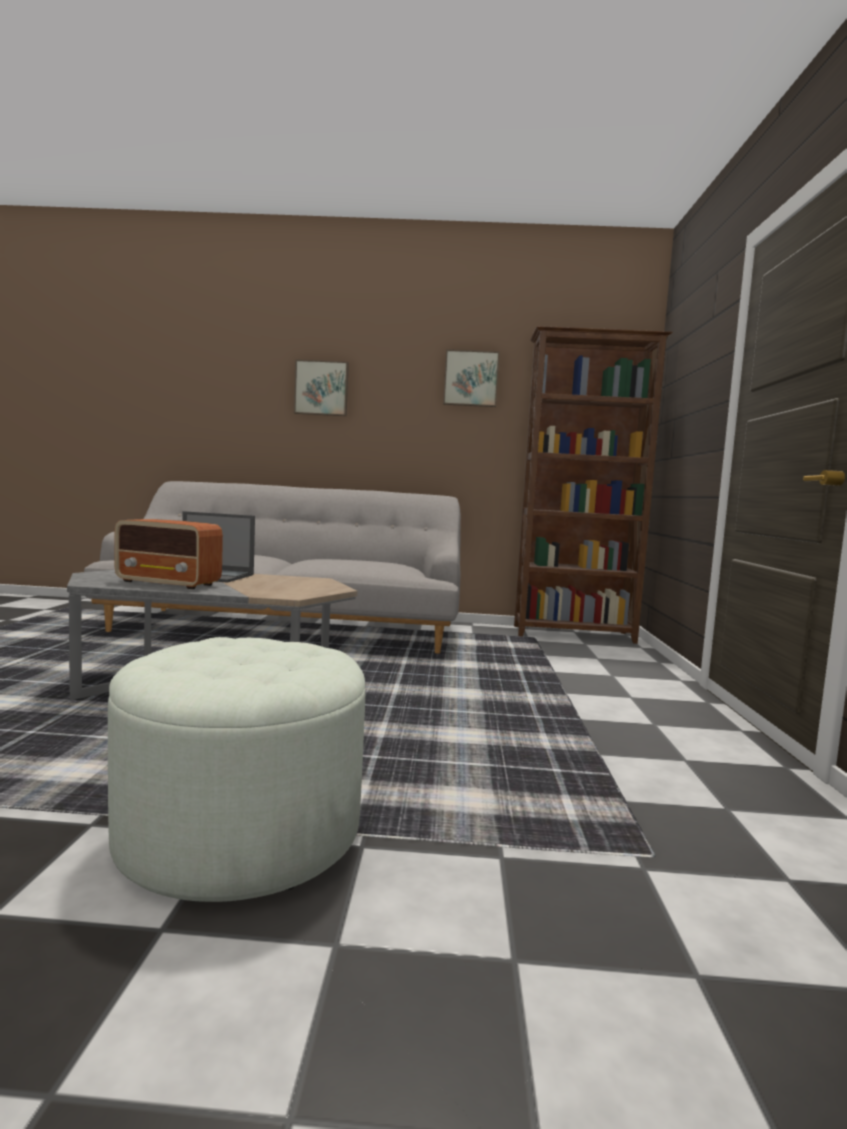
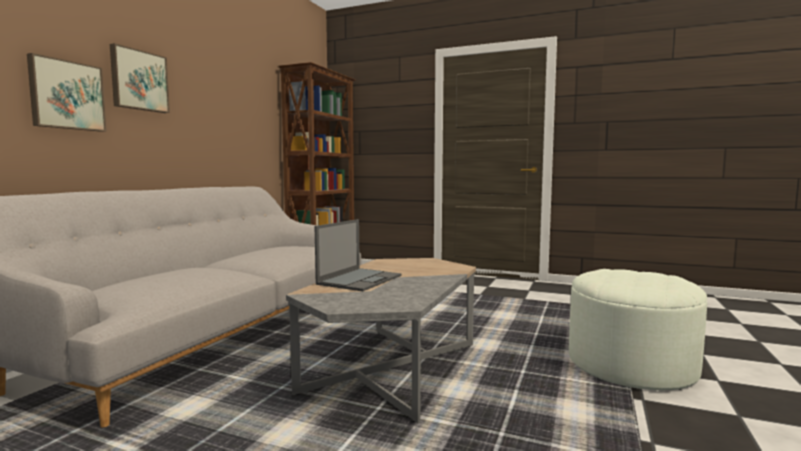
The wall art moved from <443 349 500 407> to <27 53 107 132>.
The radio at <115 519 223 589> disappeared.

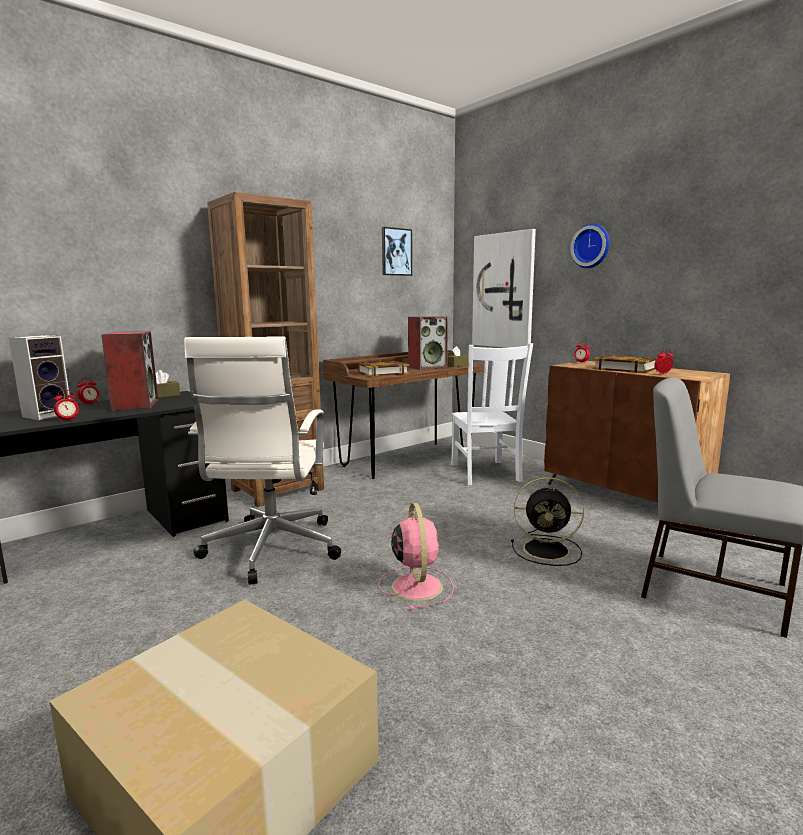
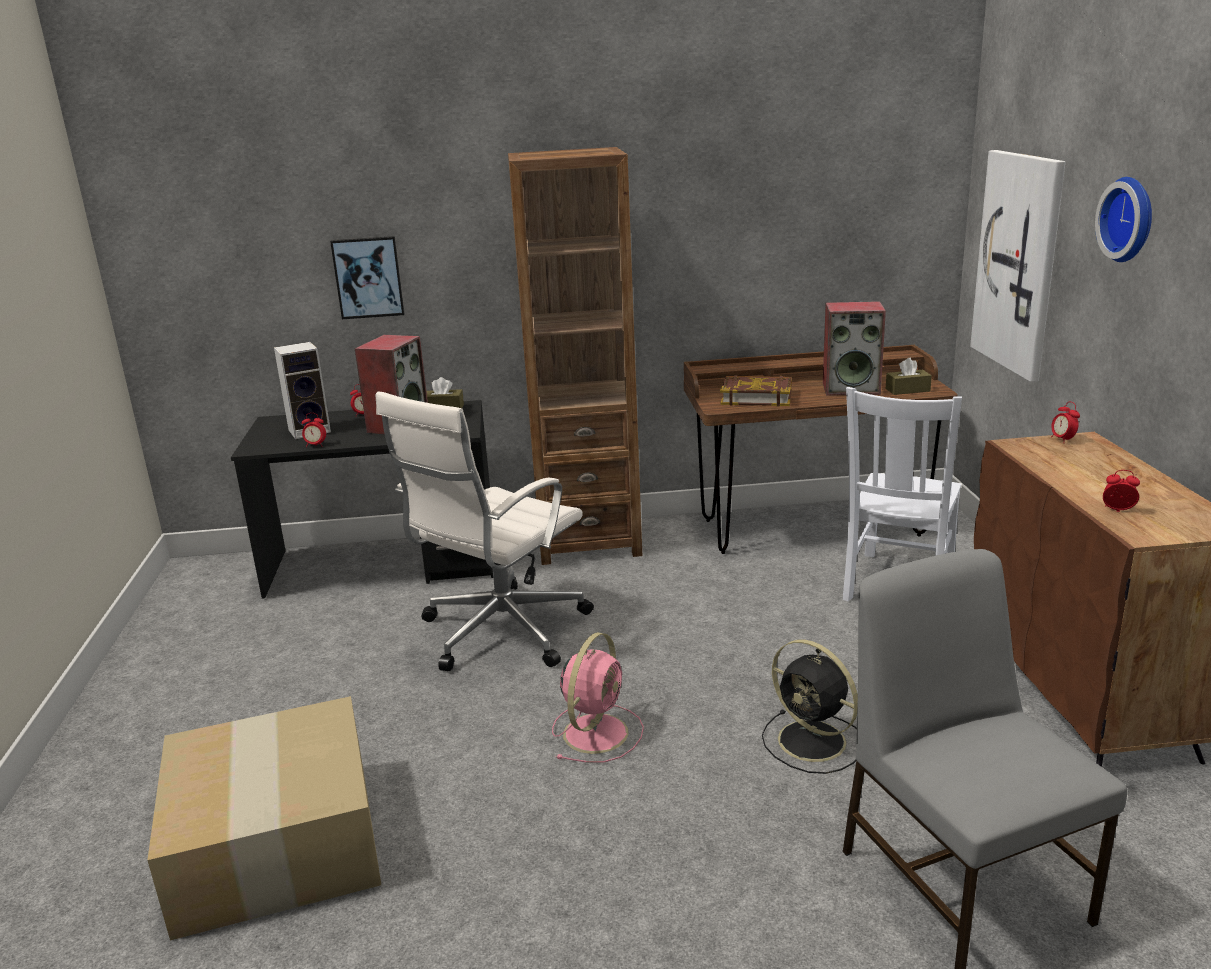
The wall art moved from <382 227 412 276> to <330 236 405 319>.
The book at <593 355 657 373> disappeared.

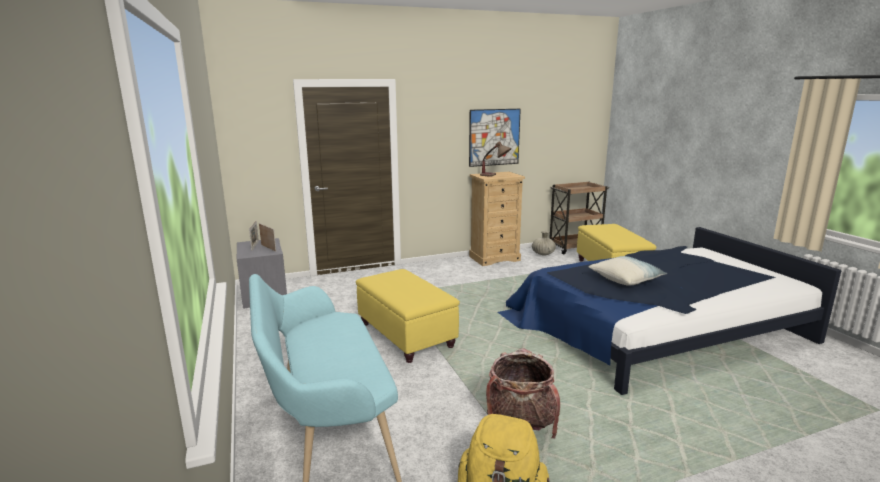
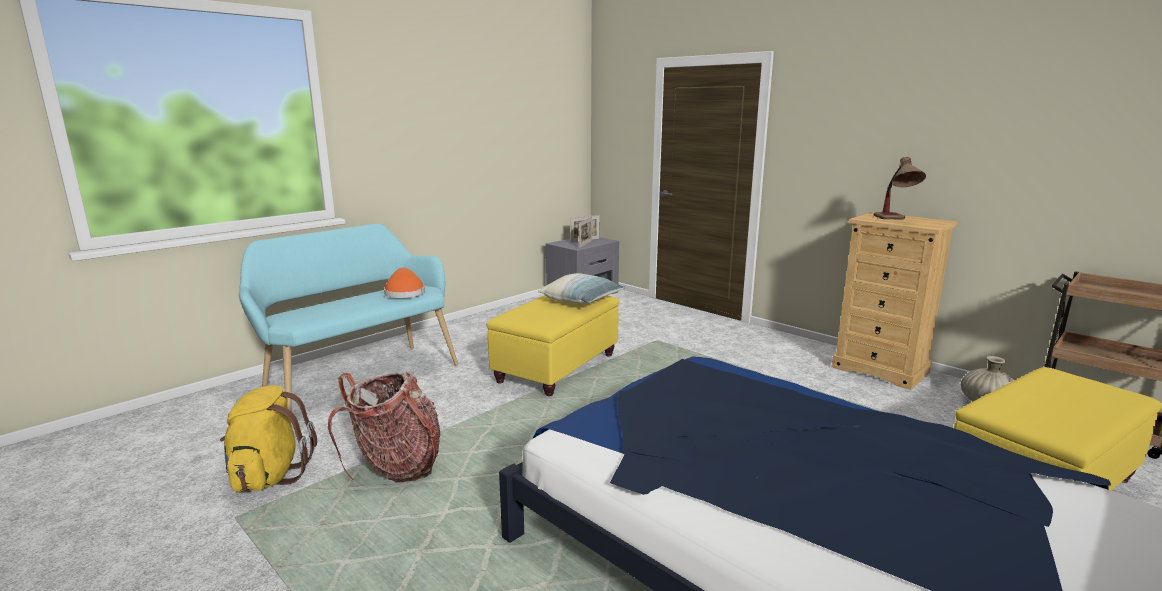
The wall art at <469 109 521 167> disappeared.
The pillow moved from <588 256 667 286> to <538 273 625 304>.
The orange-coloured clothing hat at <384 268 425 298> appeared.

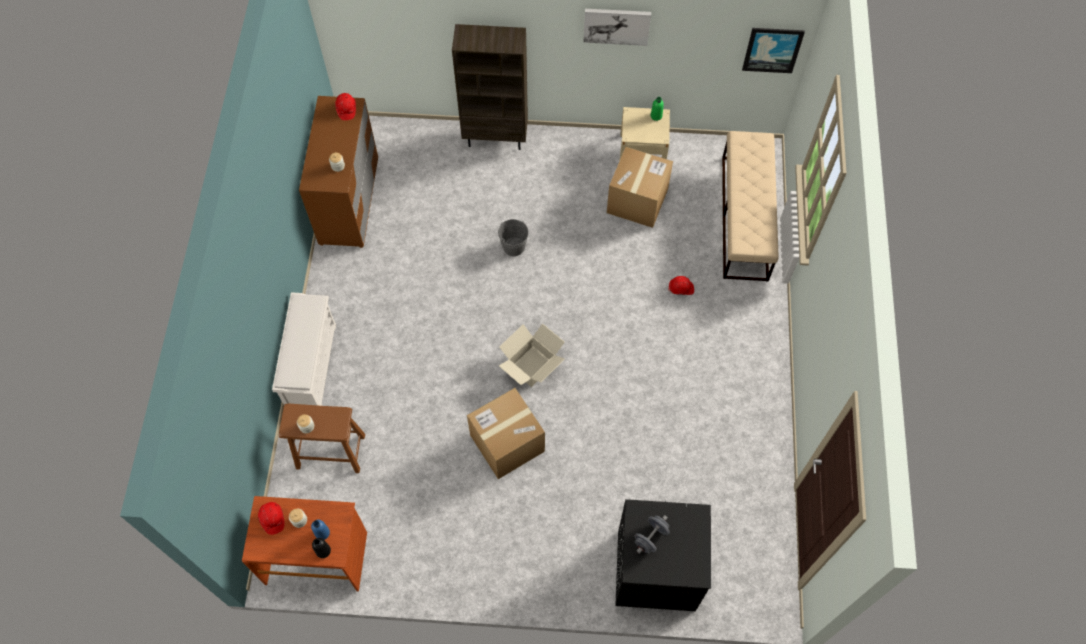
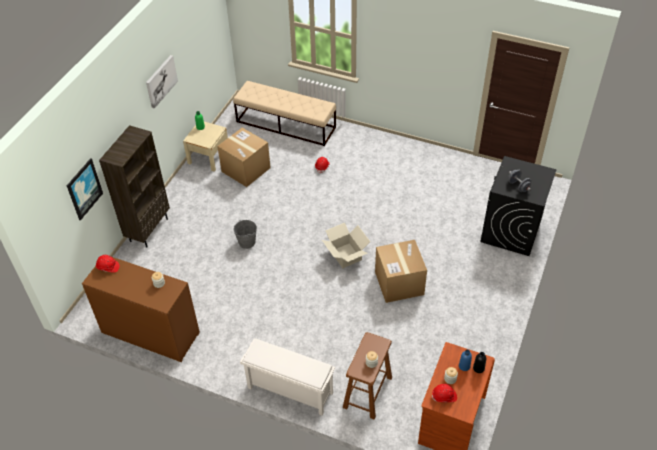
The wall art moved from <742 28 805 73> to <67 158 103 221>.

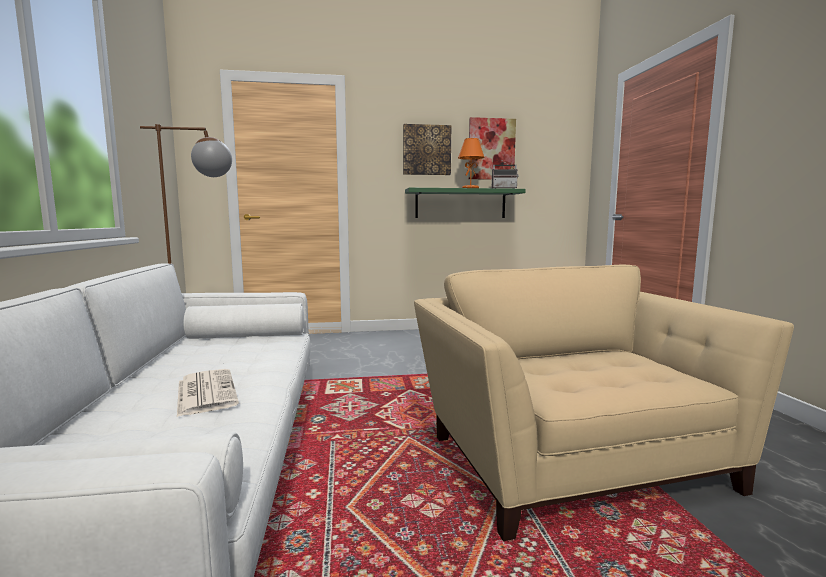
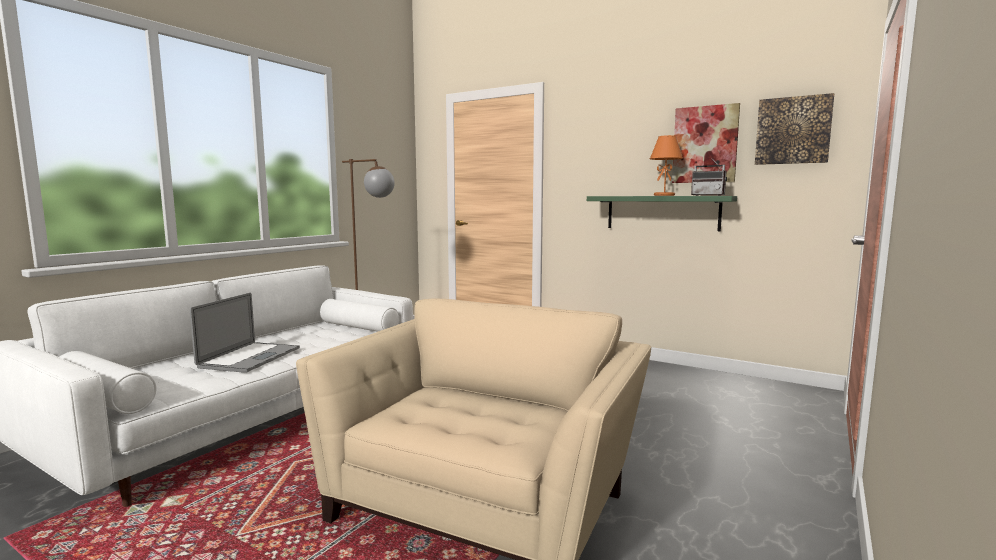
The wall art moved from <403 124 451 175> to <755 93 834 165>.
The daily paper at <177 369 239 417> was replaced by the notebook computer at <190 292 300 373>.

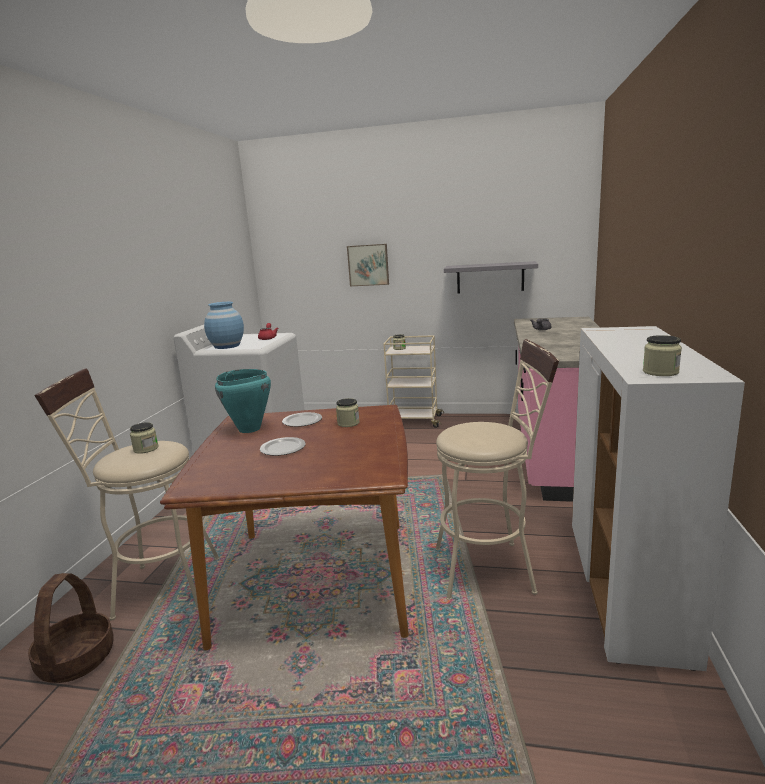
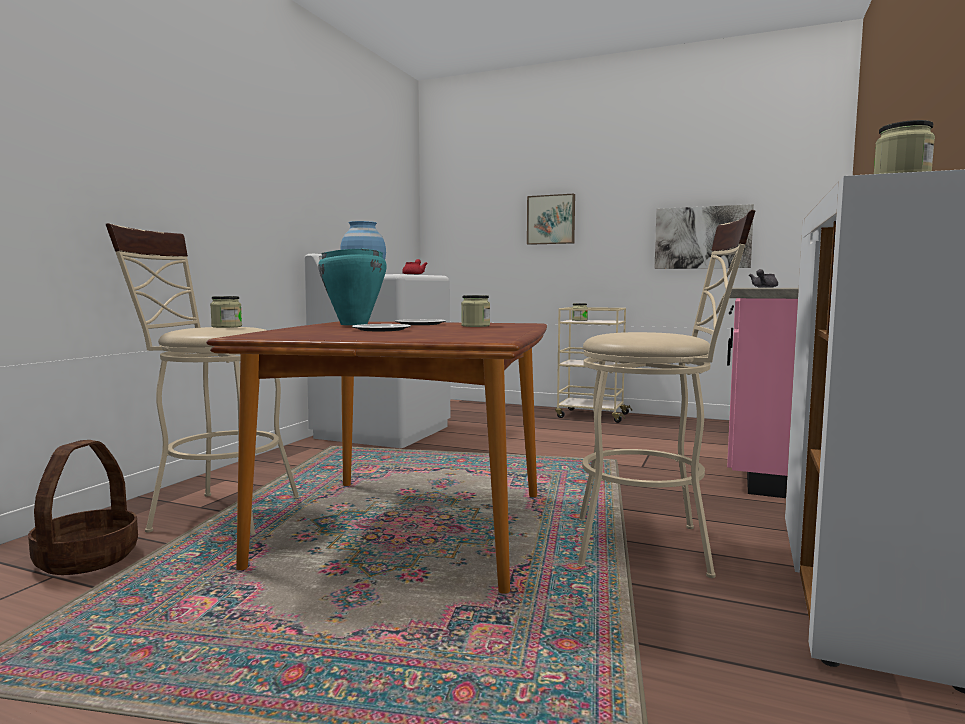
The grey wall shelf at <444 261 538 294> was replaced by the wall art at <655 204 754 269>.

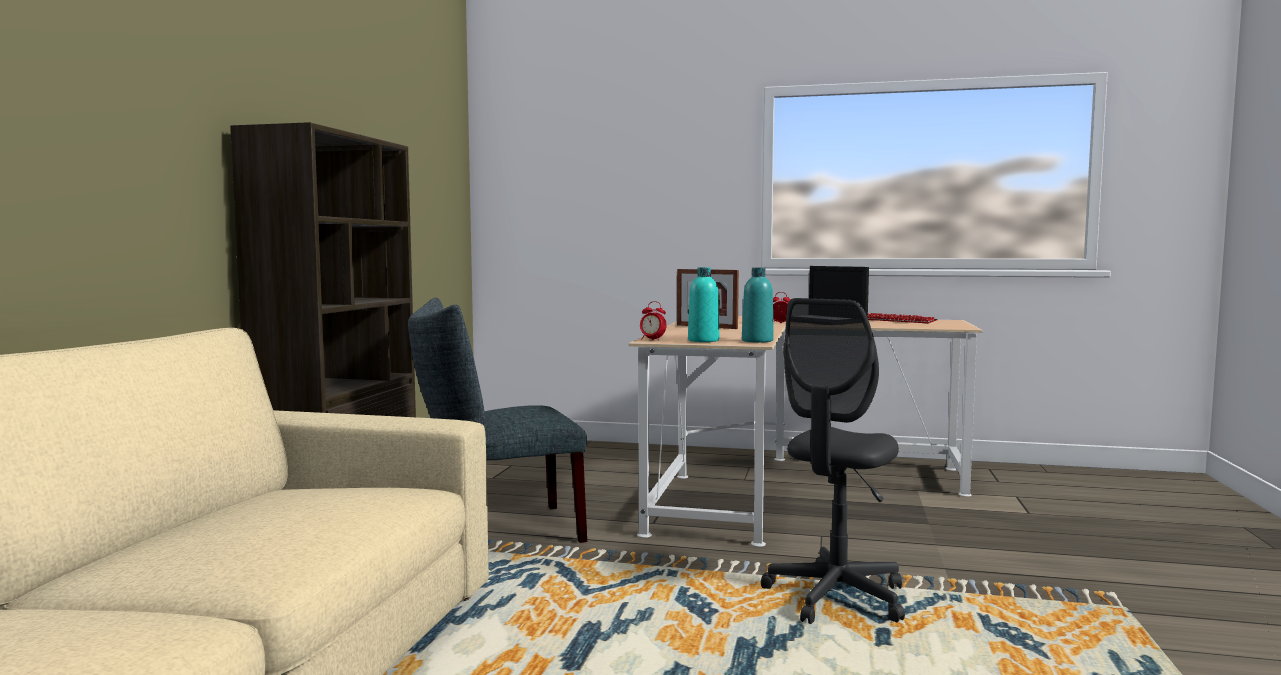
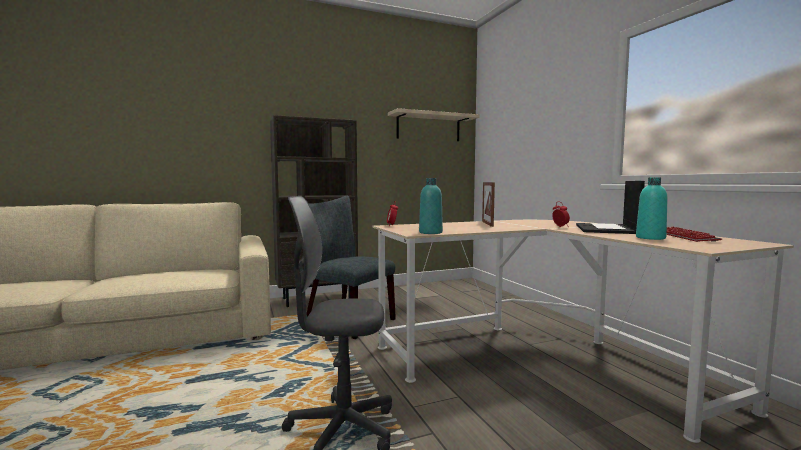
The turquoise drink bottle moved from <688 267 719 342> to <636 177 668 240>.
The sand-coloured wall shelf at <388 108 480 141> appeared.

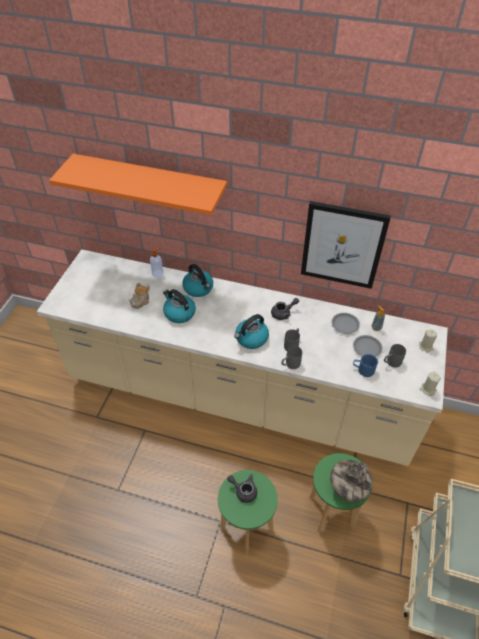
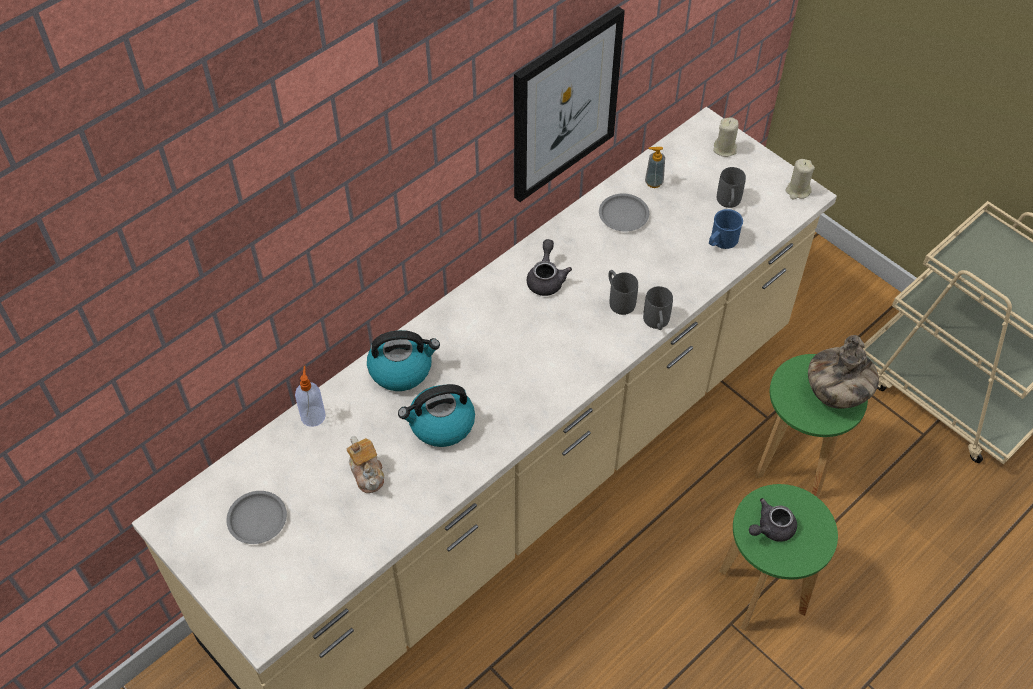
The orange-coloured wall shelf at <49 154 227 215> disappeared.
The water kettle at <234 314 269 349> disappeared.
The grey dinner plate moved from <353 335 382 357> to <226 491 287 544>.

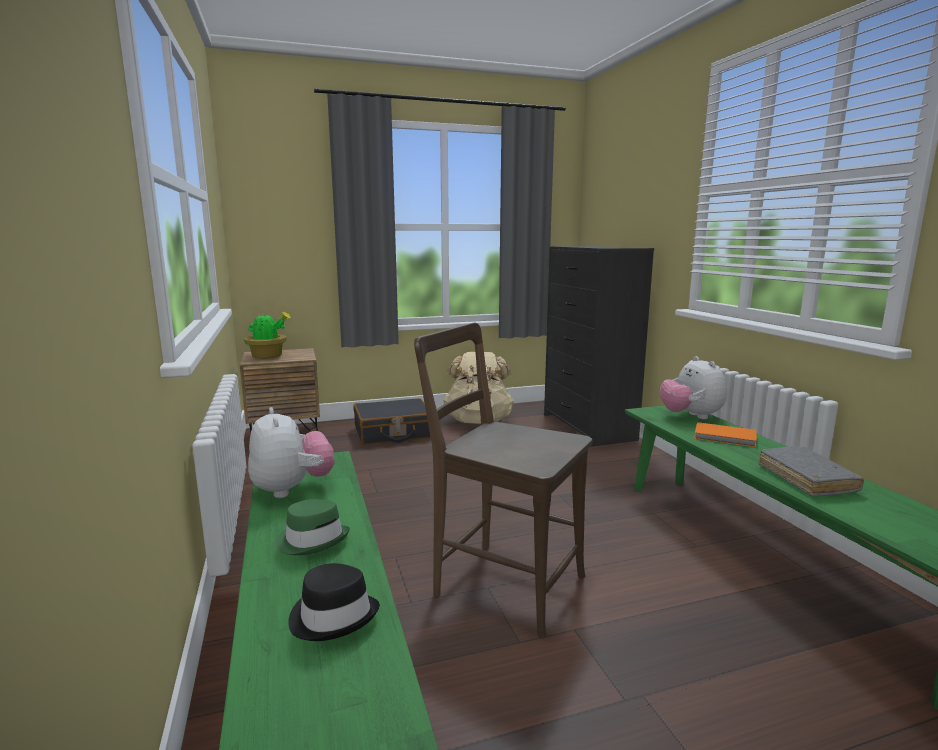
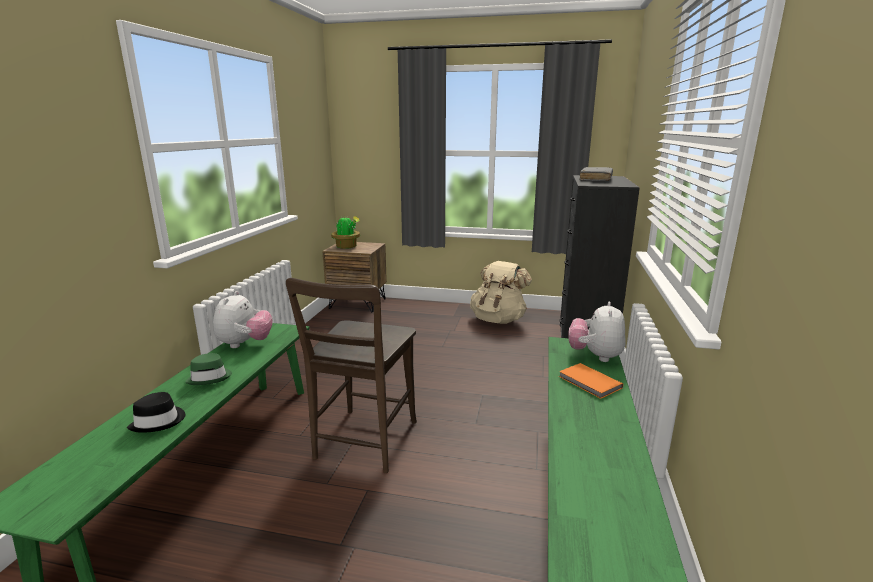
The brown upright chair at <414 323 592 638> turned 135 degrees counterclockwise.
The black-coloured suitcase at <353 398 431 445> disappeared.
The grey book moved from <758 446 864 497> to <580 167 613 181>.

